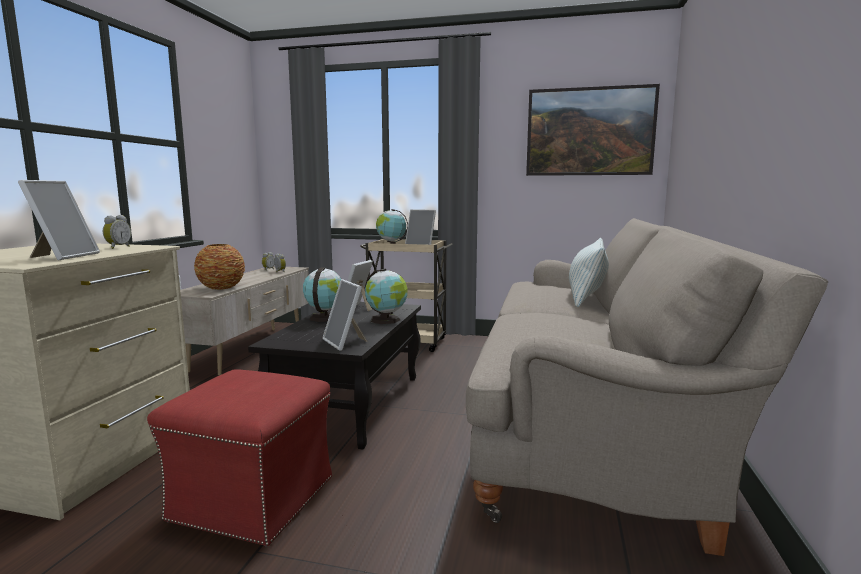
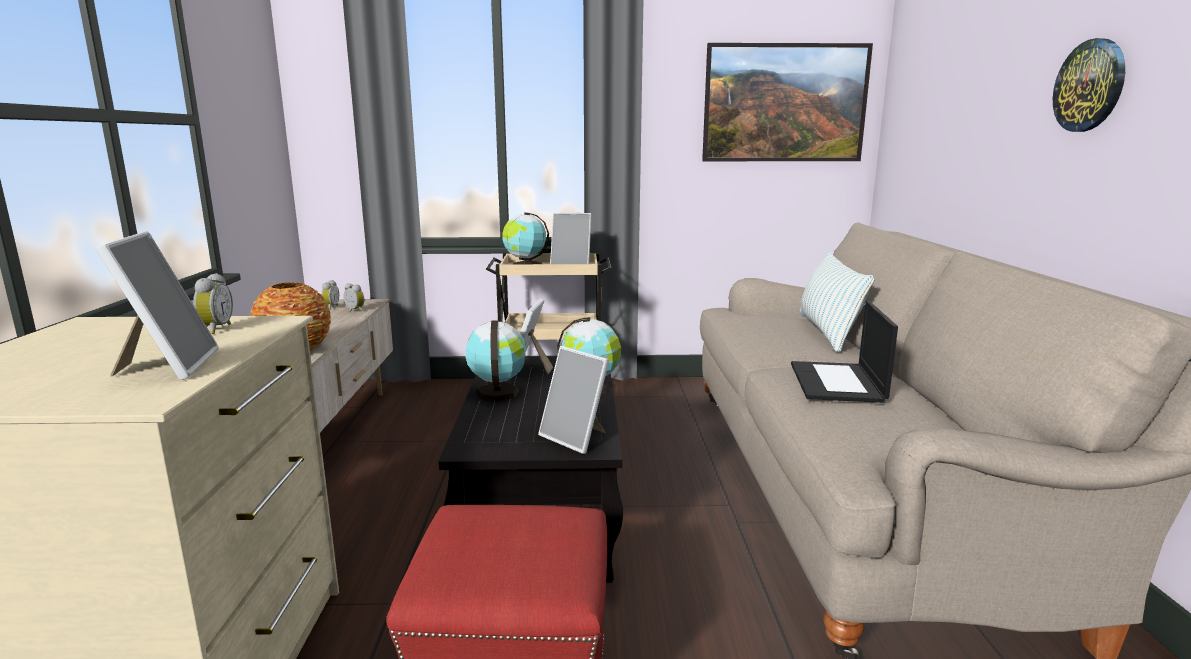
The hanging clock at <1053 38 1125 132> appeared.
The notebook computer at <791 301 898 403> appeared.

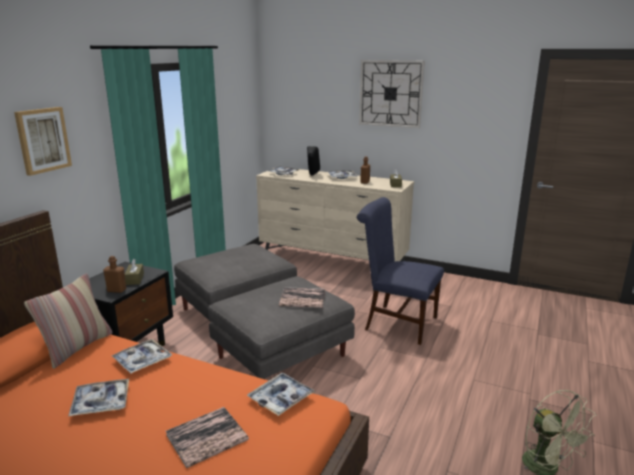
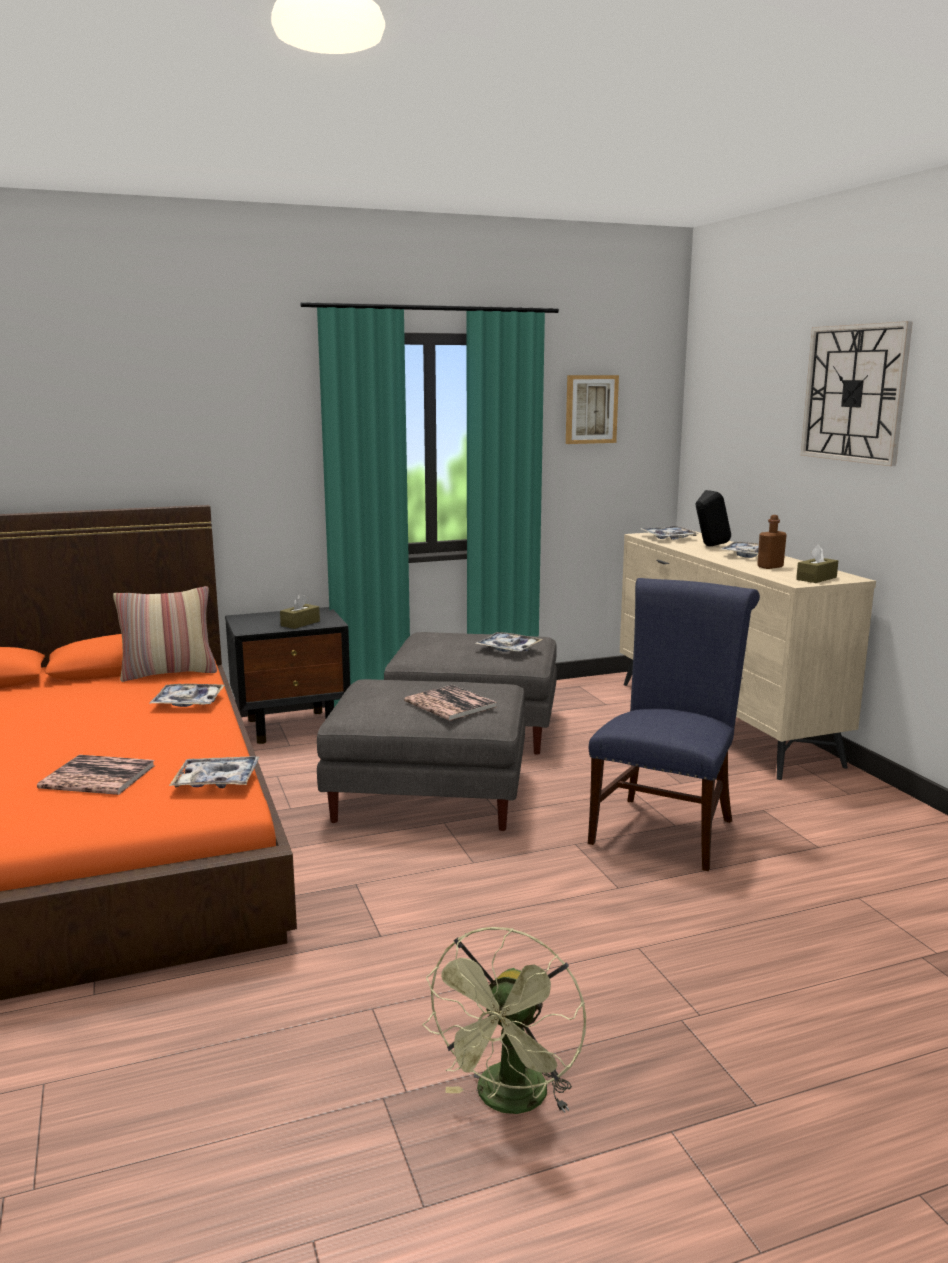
The wall art moved from <14 107 72 176> to <566 375 619 444>.
The blue upright chair at <357 197 444 345> turned 45 degrees clockwise.
The brown drink bottle at <103 256 126 293> disappeared.
The serving tray moved from <68 379 129 417> to <475 632 543 652>.

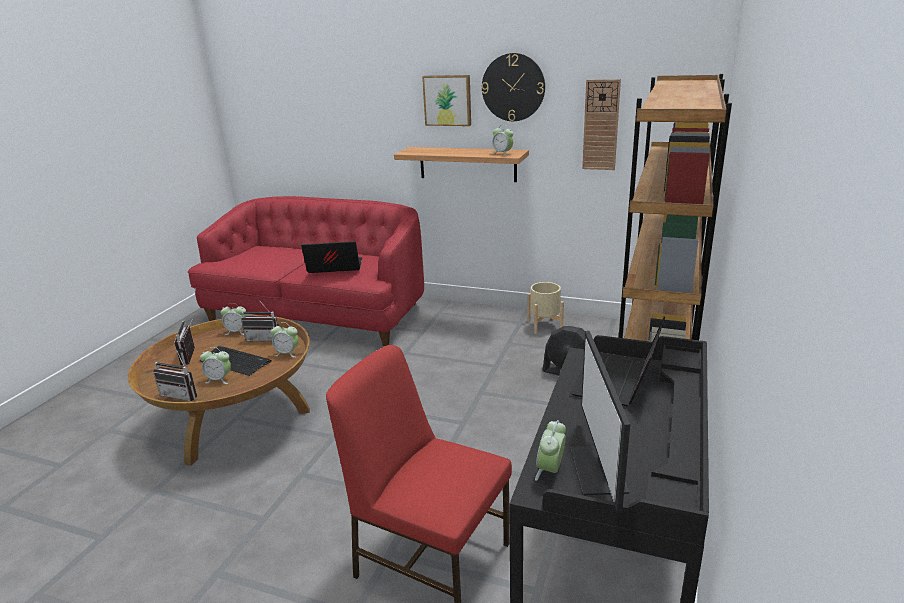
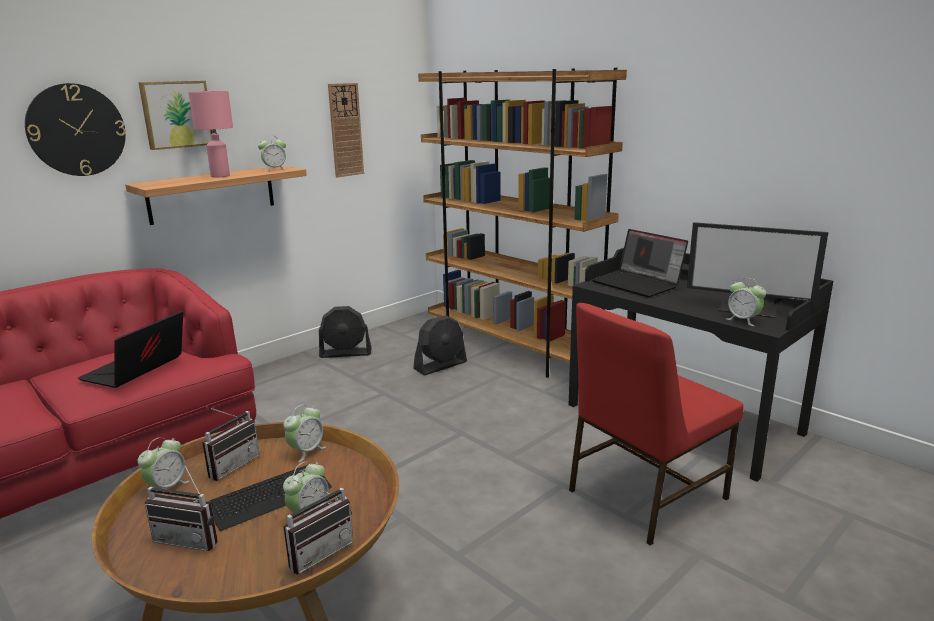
The hanging clock moved from <482 53 545 121> to <25 83 126 176>.
The sand-coloured planter at <527 282 564 334> was replaced by the black-coloured electric fan at <319 306 372 358>.
The pinkish lamp for a table at <188 91 233 177> appeared.

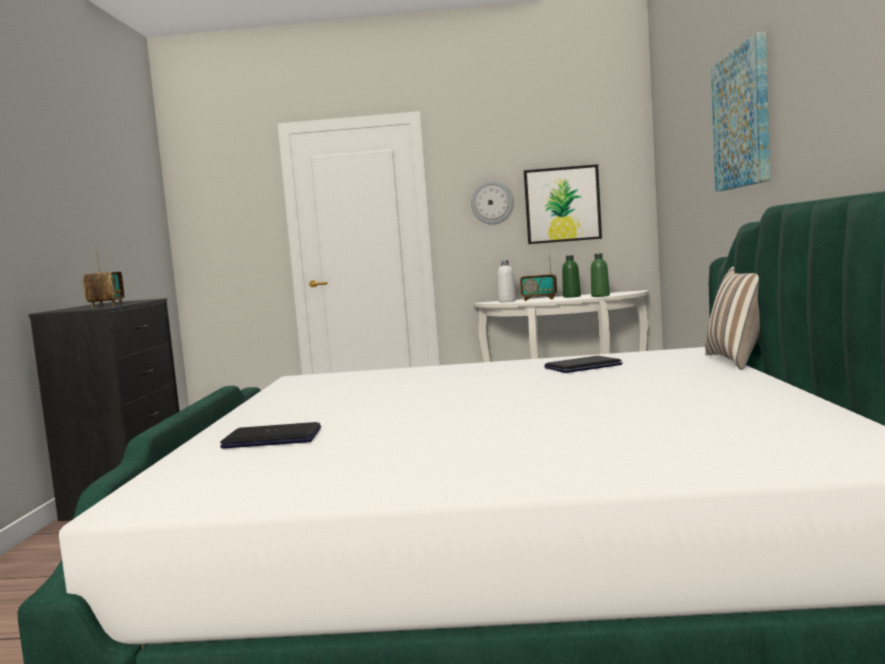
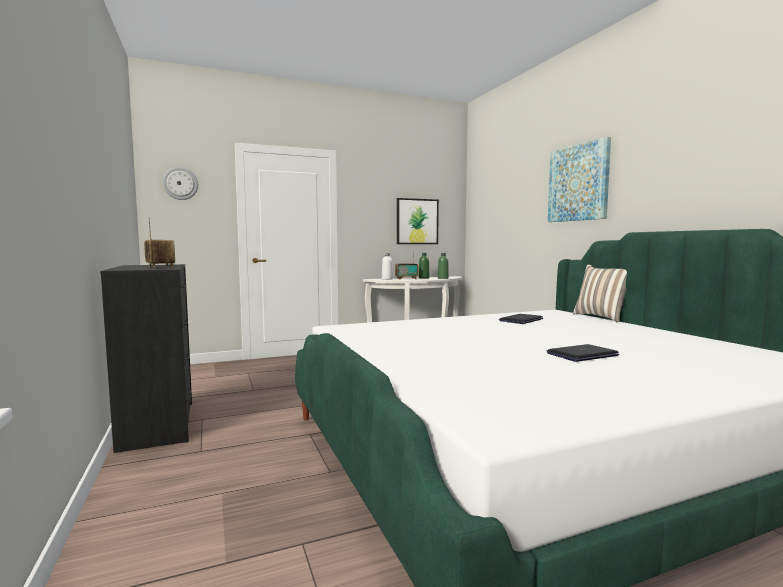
The hanging clock moved from <471 181 514 225> to <163 167 198 200>.
The notebook computer moved from <220 422 321 449> to <546 344 619 362>.

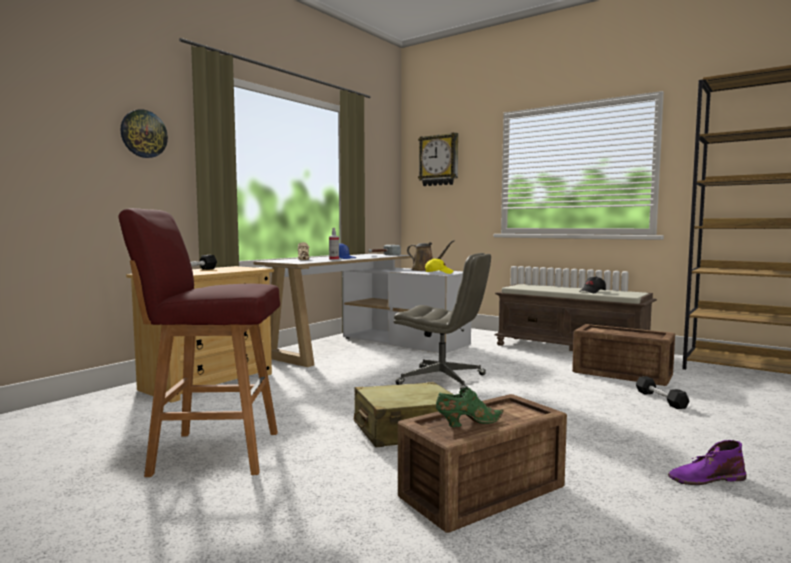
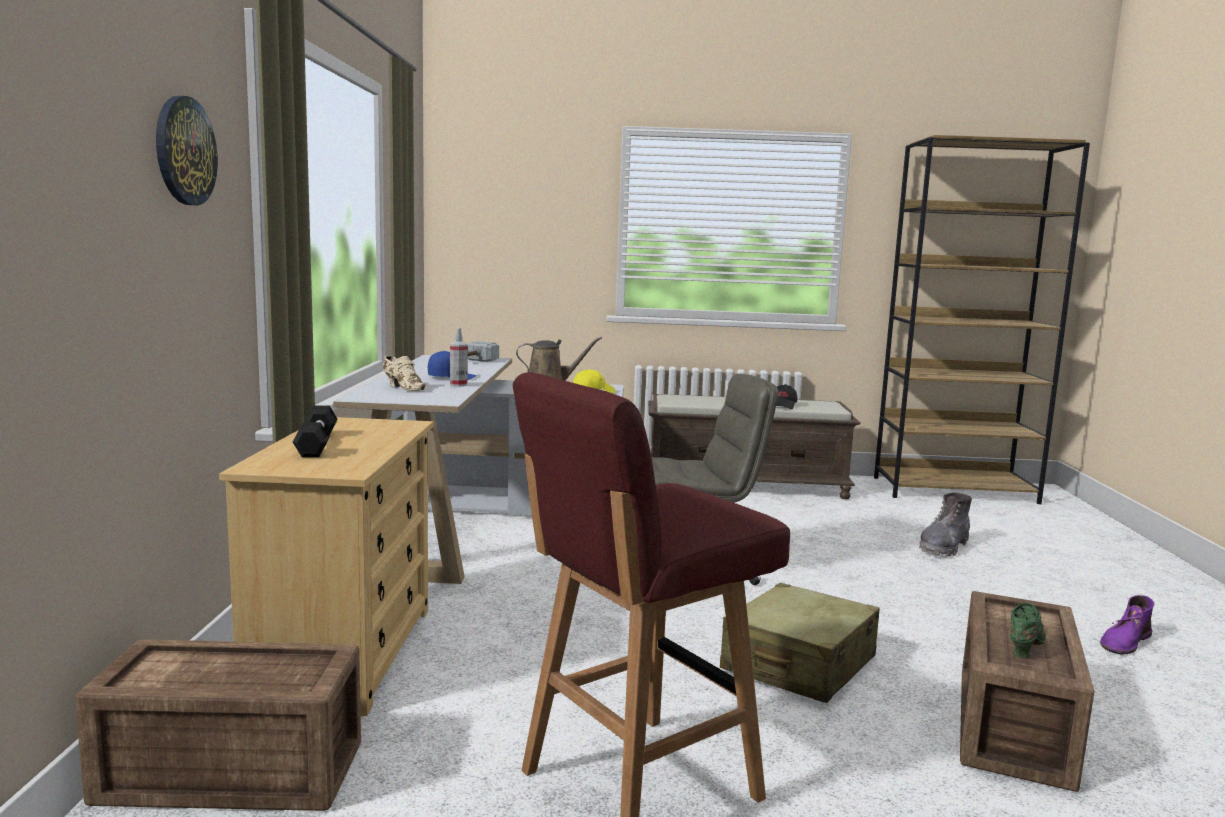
The hanging clock at <418 133 458 186> disappeared.
The shipping crate moved from <572 324 675 386> to <75 639 361 811>.
The black-coloured hand weight at <636 376 689 409> was replaced by the grey tall boot at <919 492 972 556>.

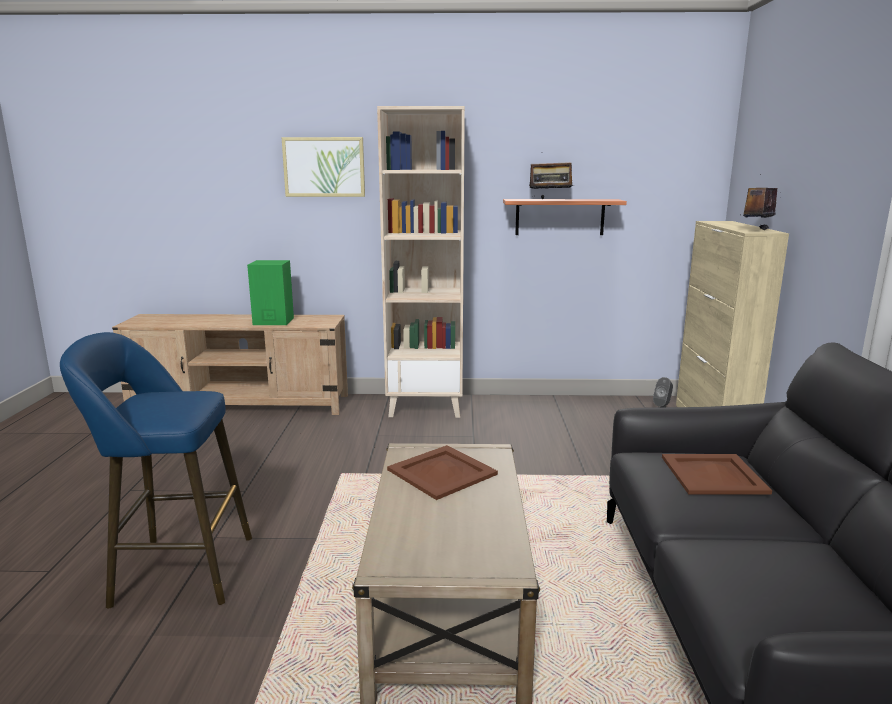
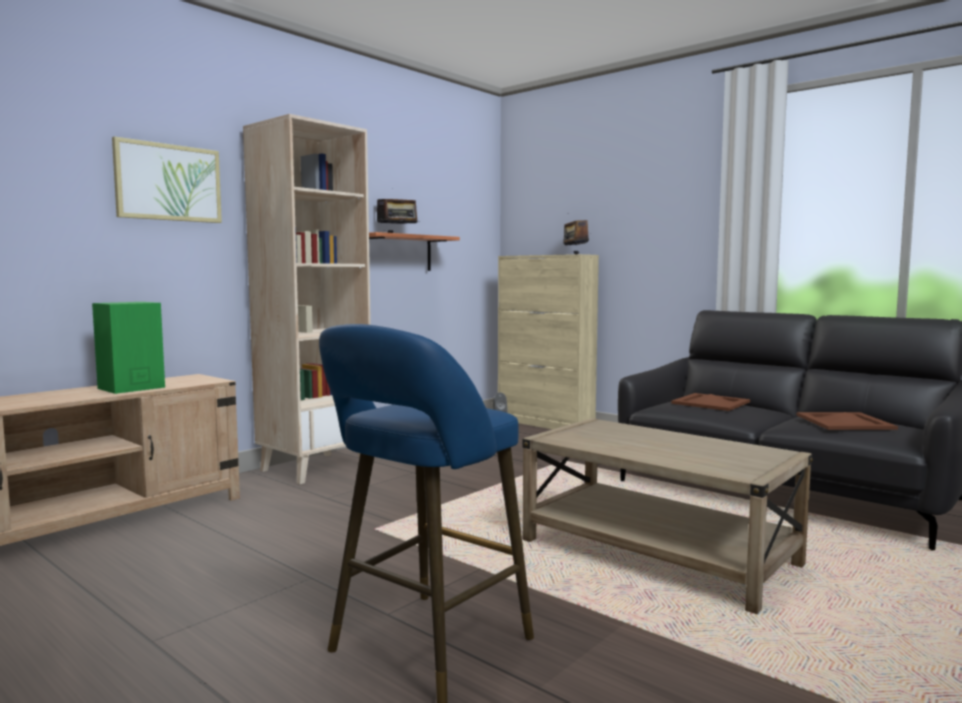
The brown serving tray moved from <387 445 498 500> to <797 412 898 430>.

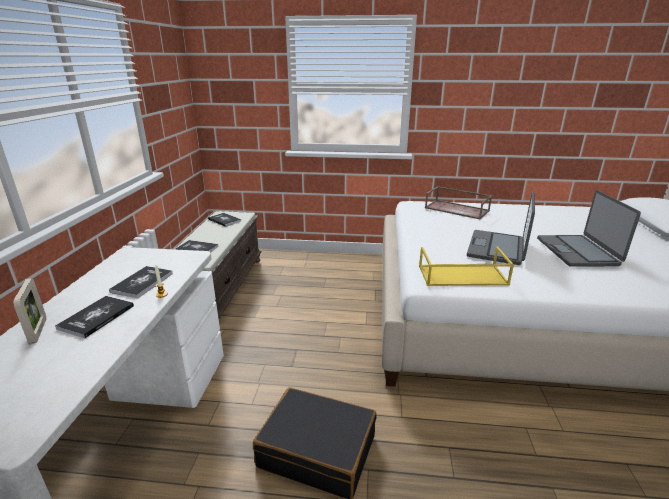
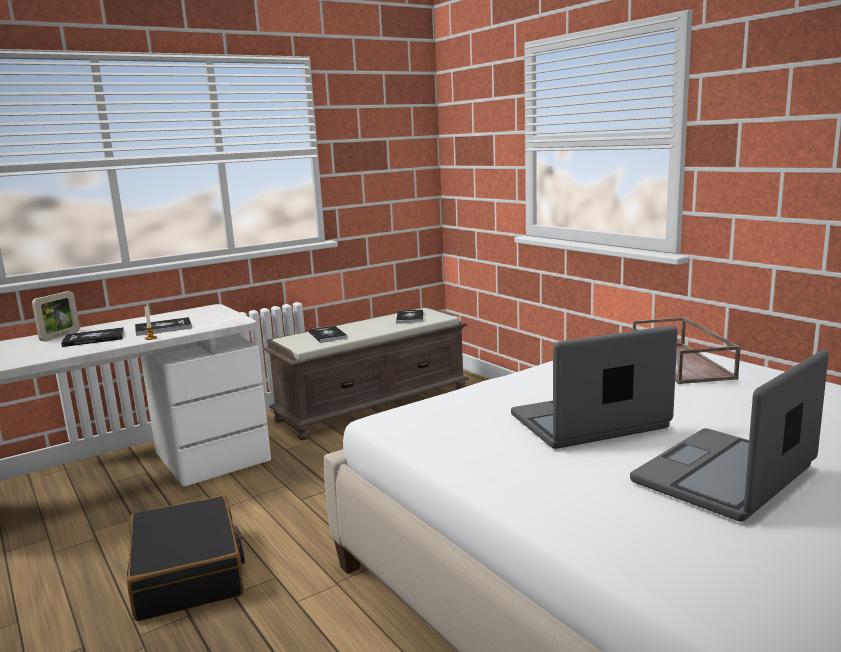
The yellowish serving tray at <419 247 514 286> disappeared.

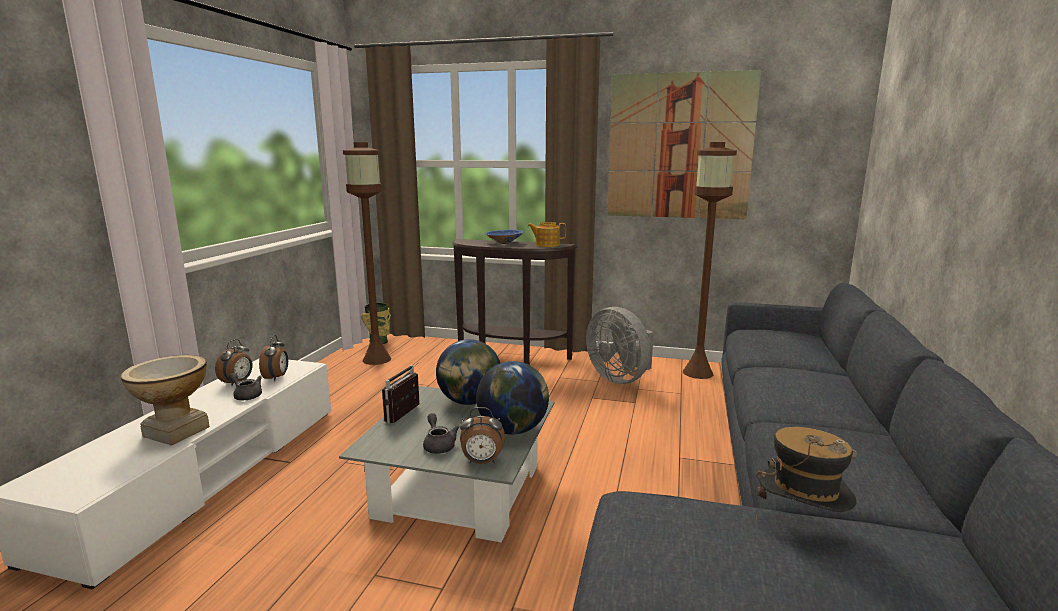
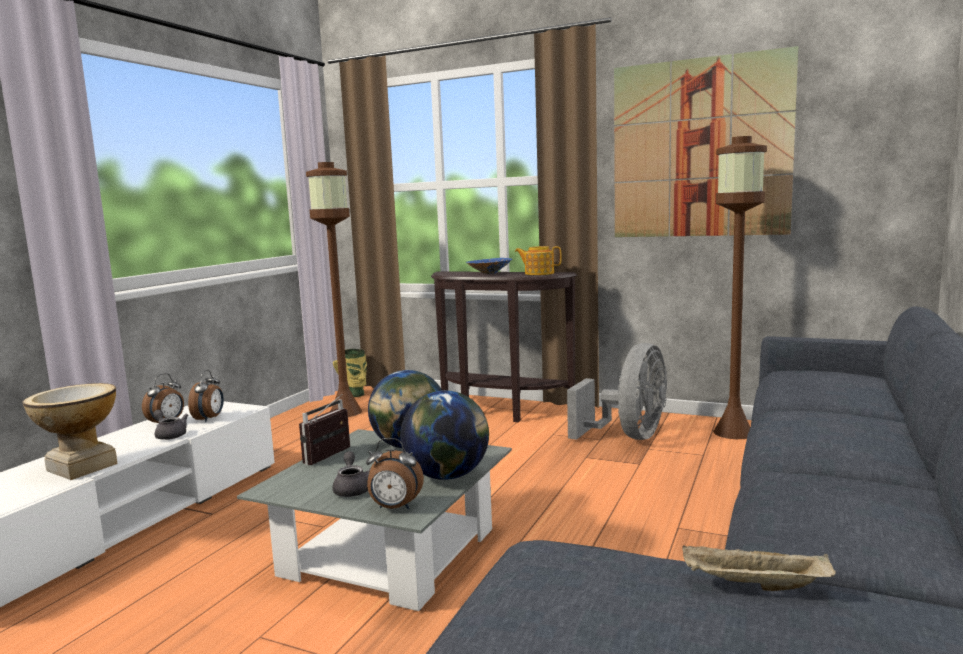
The grey electric fan at <586 307 654 384> turned 120 degrees counterclockwise.
The clothing hat at <755 427 857 522> was replaced by the sand-coloured serving tray at <682 545 836 591>.

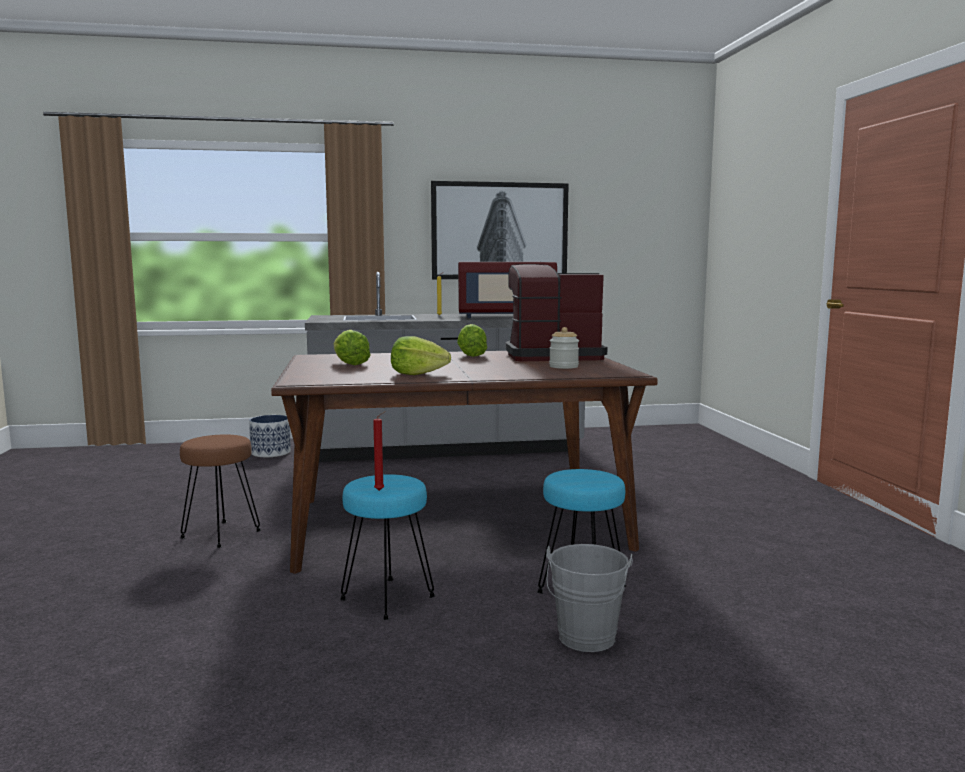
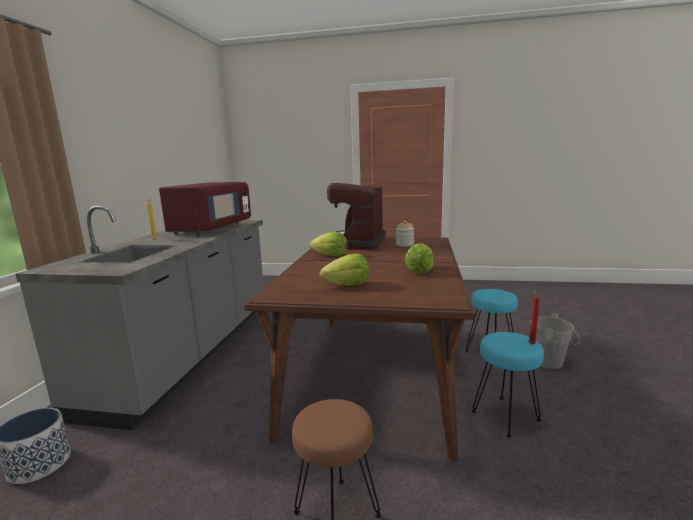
The wall art at <431 181 569 279> disappeared.

